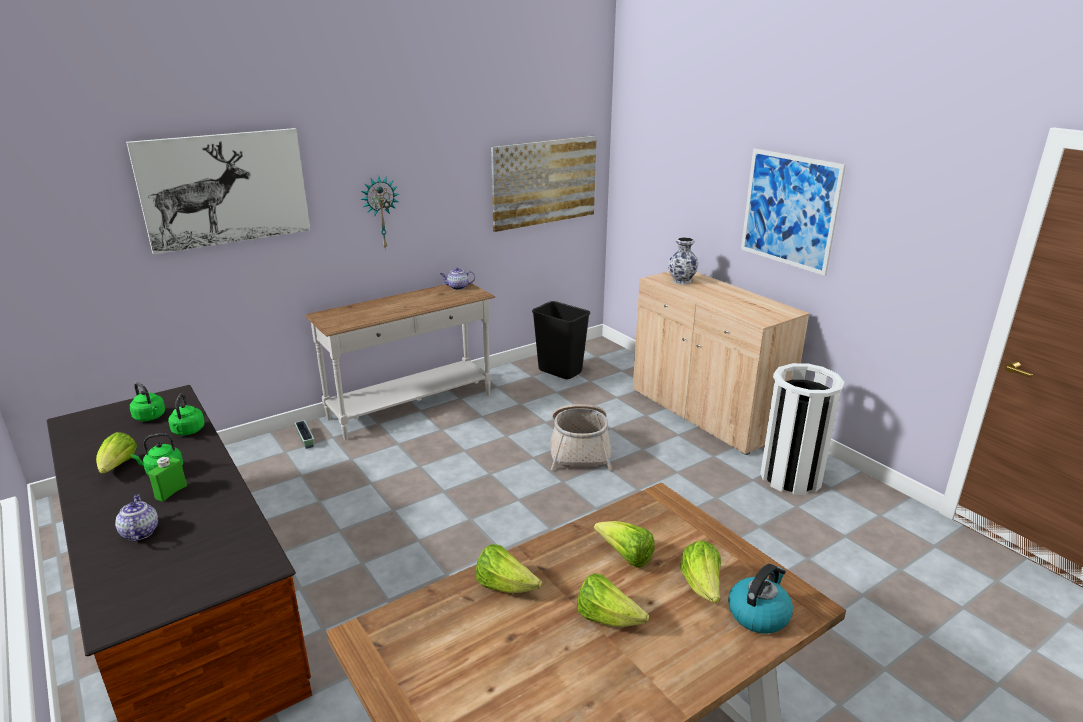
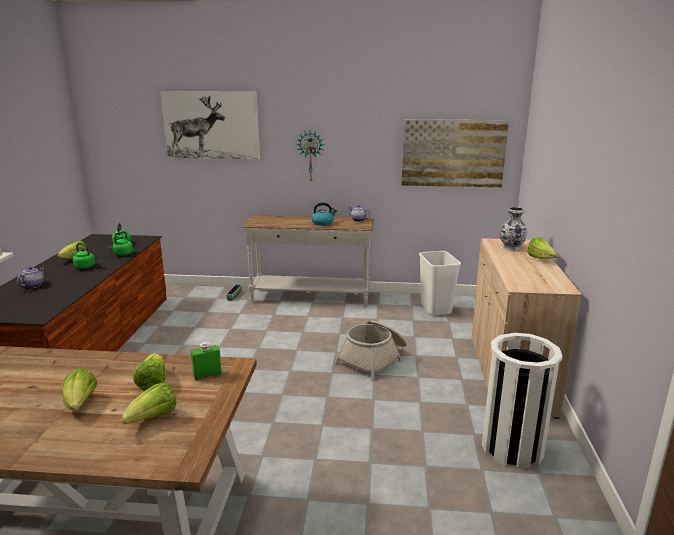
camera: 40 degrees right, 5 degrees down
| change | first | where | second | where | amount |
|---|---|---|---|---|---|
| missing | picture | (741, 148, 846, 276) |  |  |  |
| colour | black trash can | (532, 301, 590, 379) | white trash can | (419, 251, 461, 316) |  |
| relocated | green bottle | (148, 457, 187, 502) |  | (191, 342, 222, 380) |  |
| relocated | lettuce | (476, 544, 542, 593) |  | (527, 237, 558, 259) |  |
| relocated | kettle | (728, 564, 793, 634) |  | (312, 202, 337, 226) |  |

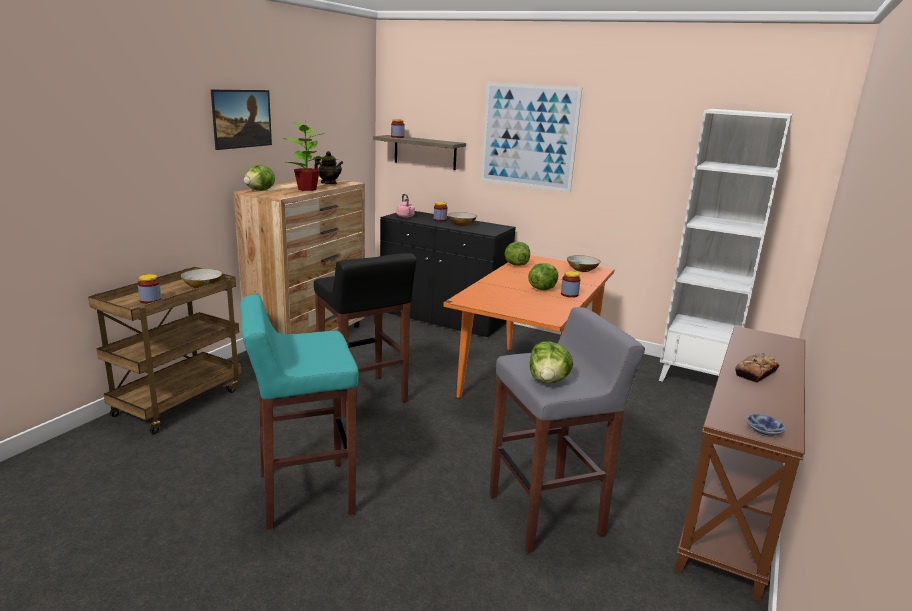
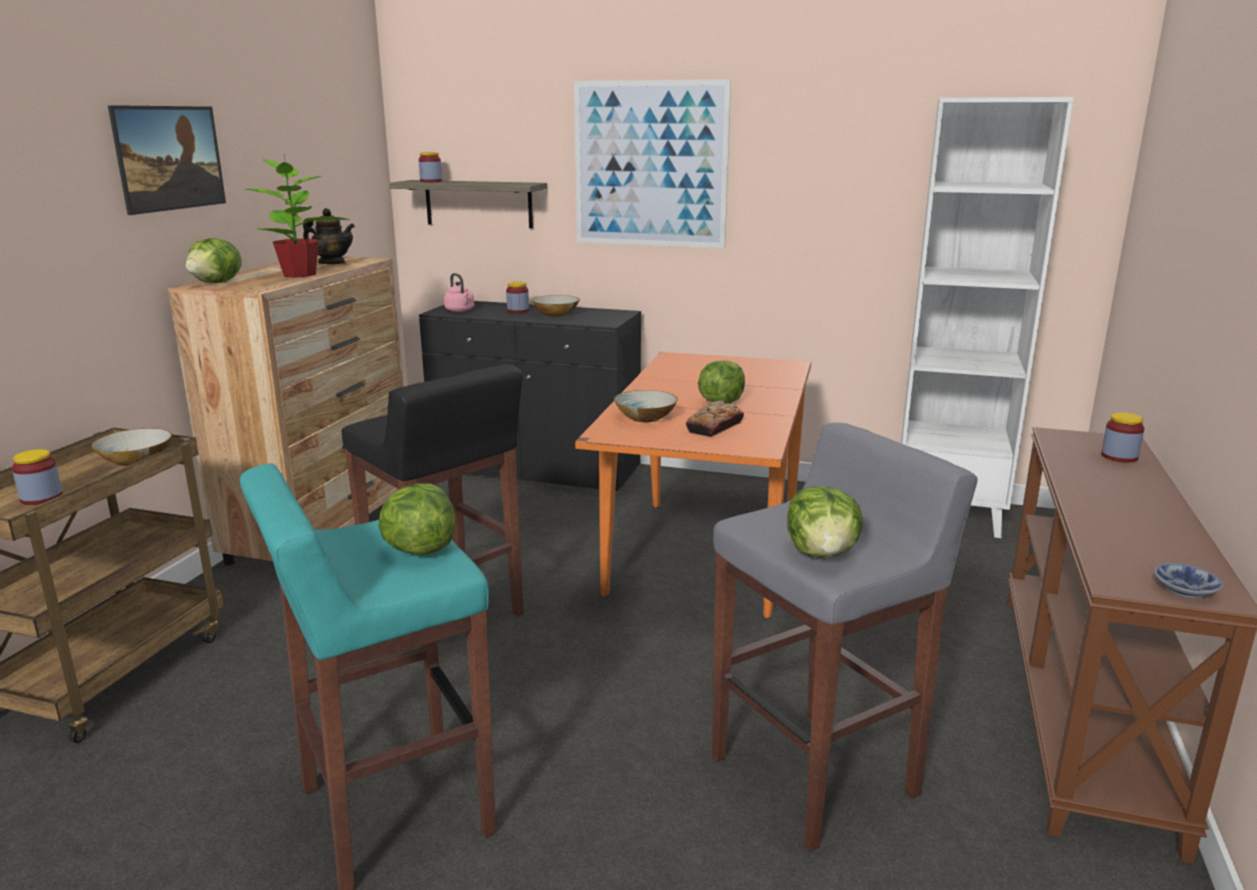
camera: 10 degrees left, 0 degrees up
| change | first | where | second | where | amount |
|---|---|---|---|---|---|
| relocated | lettuce | (505, 242, 530, 266) |  | (378, 483, 455, 555) |  |
| relocated | bowl | (567, 255, 601, 272) |  | (614, 390, 678, 422) |  |
| relocated | jar | (561, 271, 580, 298) |  | (1101, 412, 1145, 463) |  |
| relocated | bread | (735, 353, 779, 383) |  | (686, 400, 744, 437) |  |

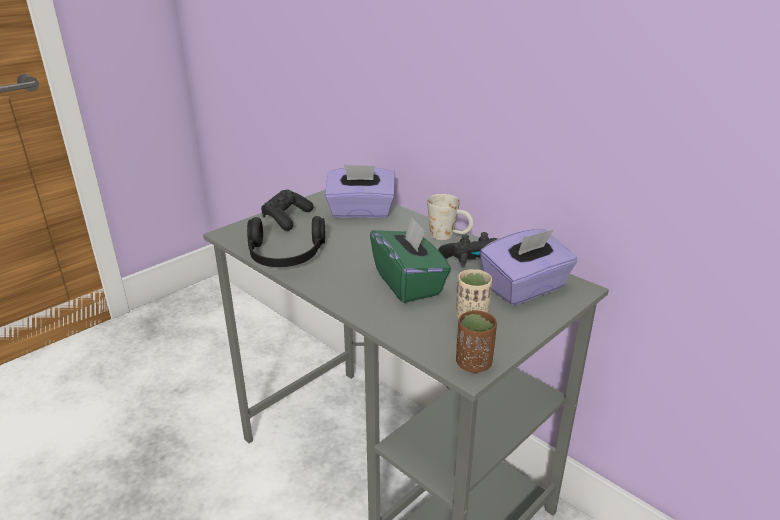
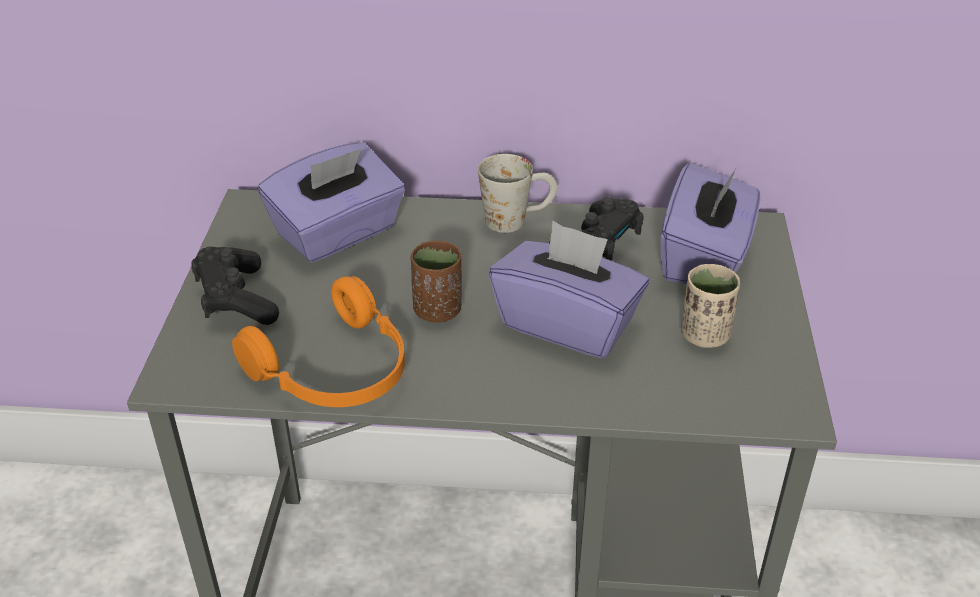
camera: 40 degrees left, 10 degrees up
| change | first | where | second | where | amount |
|---|---|---|---|---|---|
| colour | black headphones | (247, 216, 325, 267) | orange headphones | (232, 276, 405, 407) |  |
| colour | green tissue box | (370, 217, 451, 303) | purple tissue box | (489, 221, 649, 358) |  |
| relocated | brown cup | (456, 310, 497, 373) |  | (411, 241, 462, 323) |  |

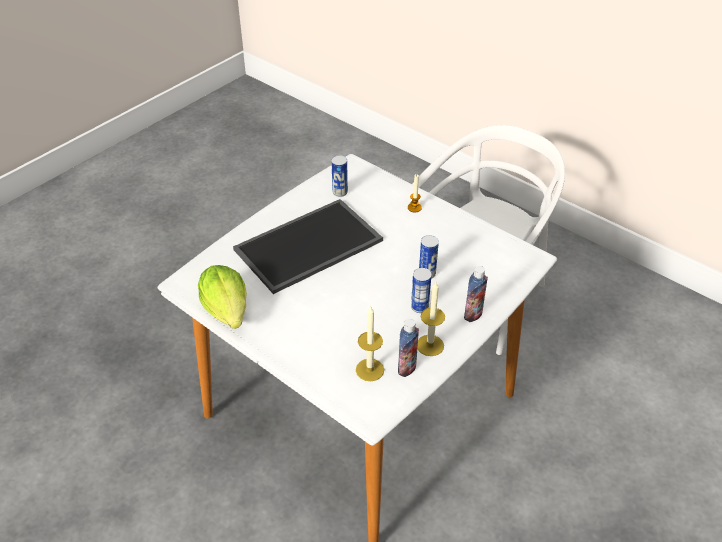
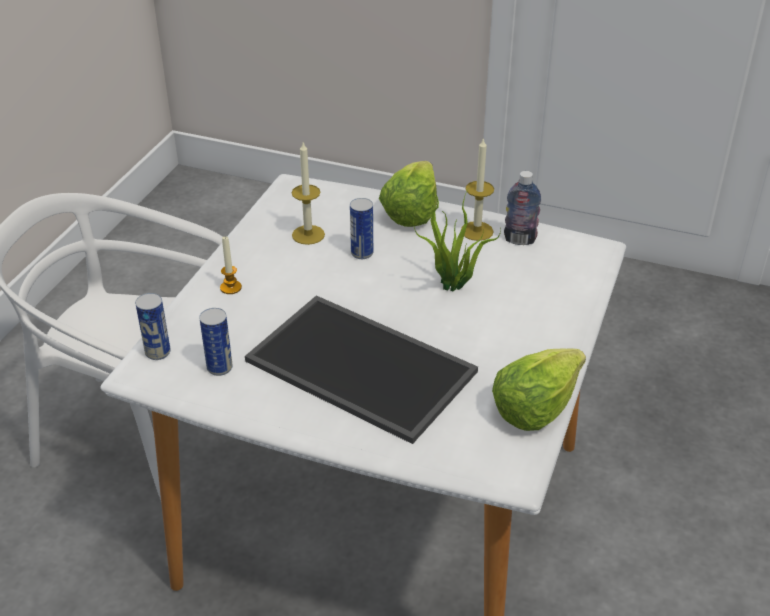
camera: 110 degrees left, 5 degrees down
| change | first | where | second | where | amount |
|---|---|---|---|---|---|
| exchanged | bottle | (464, 266, 488, 322) | lettuce | (379, 161, 437, 227) |  |
| relocated | can | (411, 268, 432, 313) |  | (135, 293, 171, 360) |  |
| relocated | candle | (356, 306, 384, 381) |  | (292, 142, 325, 245) |  |
| appeared |  |  | potted plant | (413, 188, 501, 291) |  |

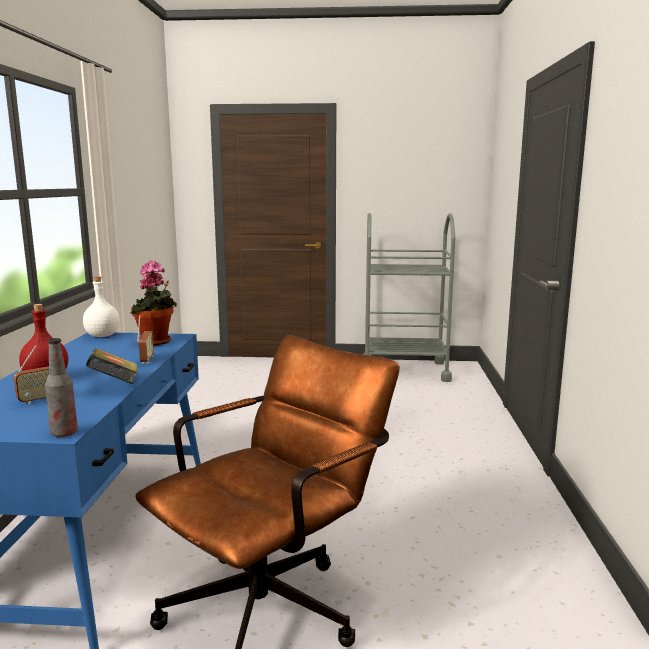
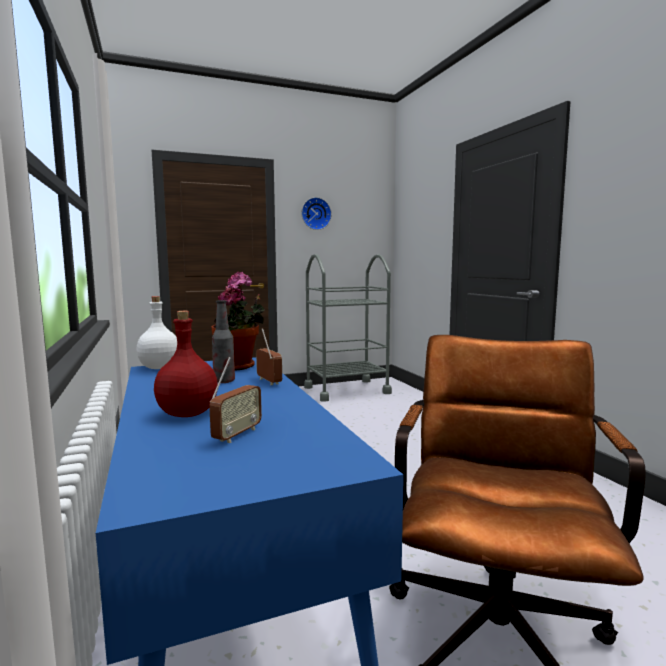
camera: 25 degrees left, 5 degrees down
| change | first | where | second | where | amount |
|---|---|---|---|---|---|
| relocated | bottle | (45, 338, 78, 437) |  | (212, 300, 235, 383) |  |
| missing | book | (86, 349, 138, 384) |  |  |  |
| appeared |  |  | wall clock | (302, 197, 332, 230) |  |

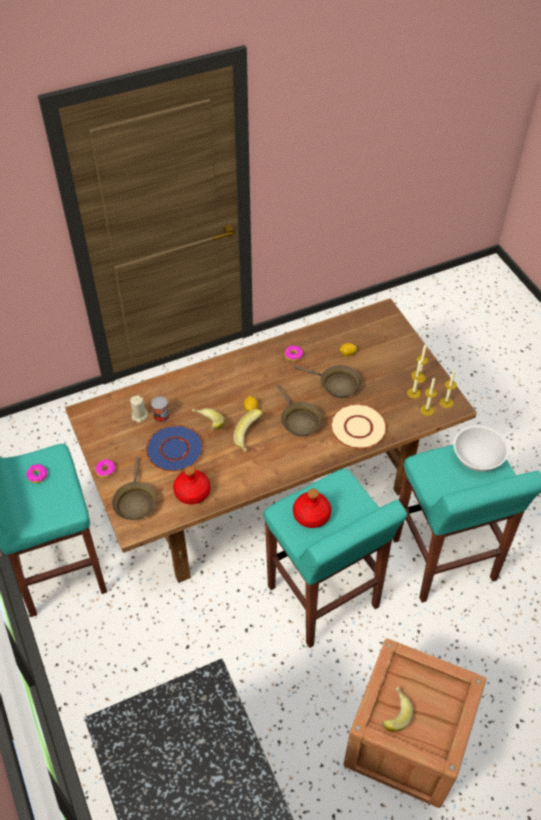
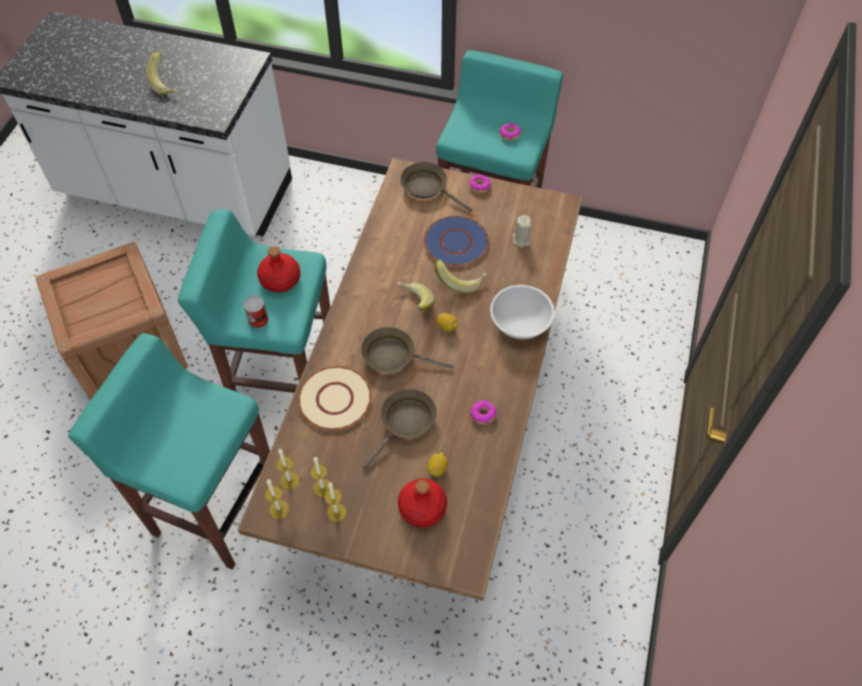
camera: 130 degrees right, 5 degrees up
| change | first | where | second | where | amount |
|---|---|---|---|---|---|
| spun | brown frying pan | (294, 365, 362, 398) |  | (362, 389, 437, 469) | 150 degrees clockwise |
| relocated | can | (151, 396, 170, 423) |  | (243, 295, 268, 328) |  |
| relocated | white bowl | (453, 425, 509, 472) |  | (490, 285, 555, 339) |  |
| relocated | red bottle | (173, 466, 210, 504) |  | (398, 478, 447, 527) |  |
| relocated | banana | (382, 687, 413, 732) |  | (146, 52, 176, 95) |  |

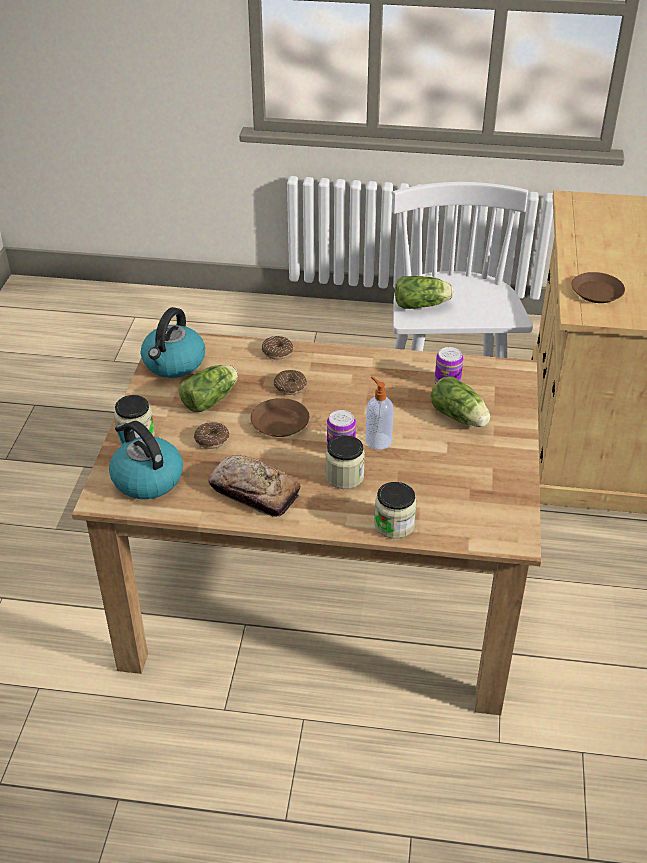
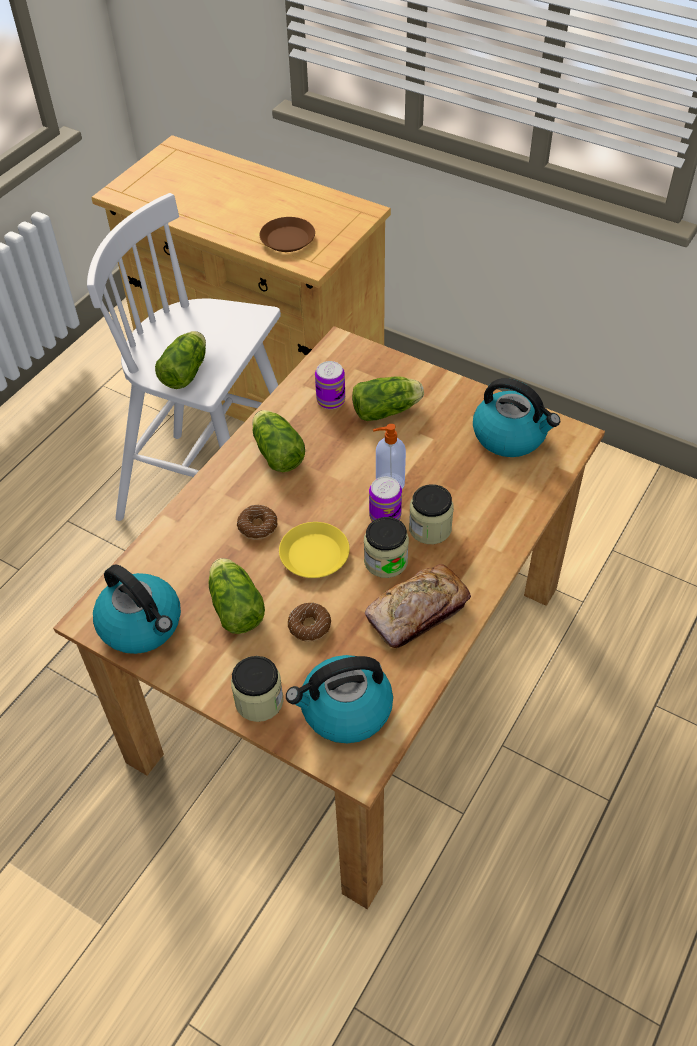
camera: 65 degrees left, 10 degrees up
| change | first | where | second | where | amount |
|---|---|---|---|---|---|
| missing | donut | (262, 336, 293, 360) |  |  |  |
| colour | brown plate | (251, 398, 309, 437) | yellow plate | (279, 522, 350, 578) |  |
| relocated | jar | (374, 482, 417, 539) |  | (364, 517, 409, 578) |  |
| appeared |  |  | kettle | (473, 378, 560, 457) |  |
| appeared |  |  | lettuce | (252, 410, 305, 472) |  |

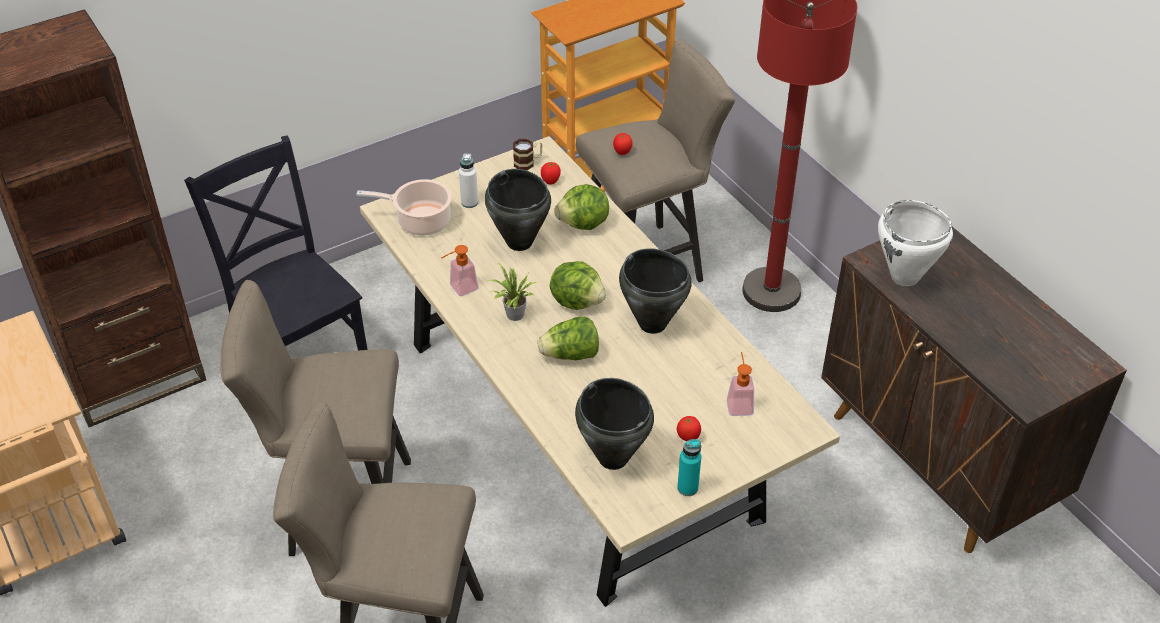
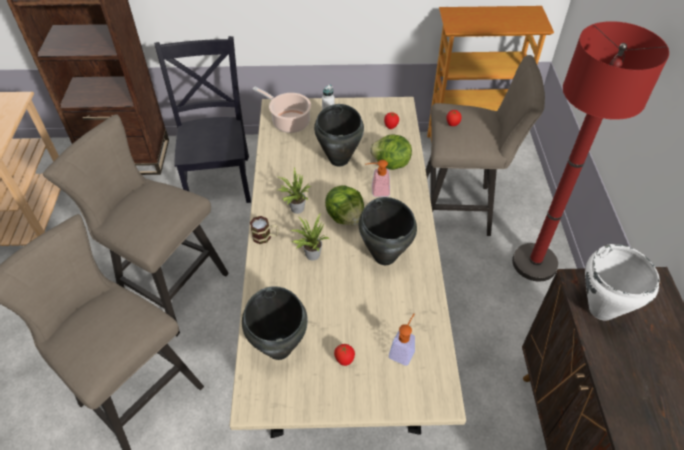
camera: 30 degrees right, 5 degrees up
| change | first | where | second | where | amount |
|---|---|---|---|---|---|
| relocated | mug | (513, 139, 543, 170) |  | (250, 216, 278, 244) |  |
| relocated | soap dispenser | (441, 245, 479, 296) |  | (366, 160, 390, 197) |  |
| exchanged | lettuce | (538, 316, 599, 360) | potted plant | (289, 213, 329, 261) |  |
| missing | turquoise bottle | (677, 439, 701, 496) |  |  |  |

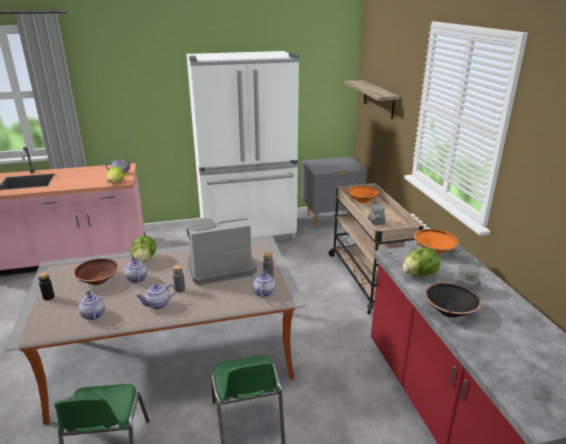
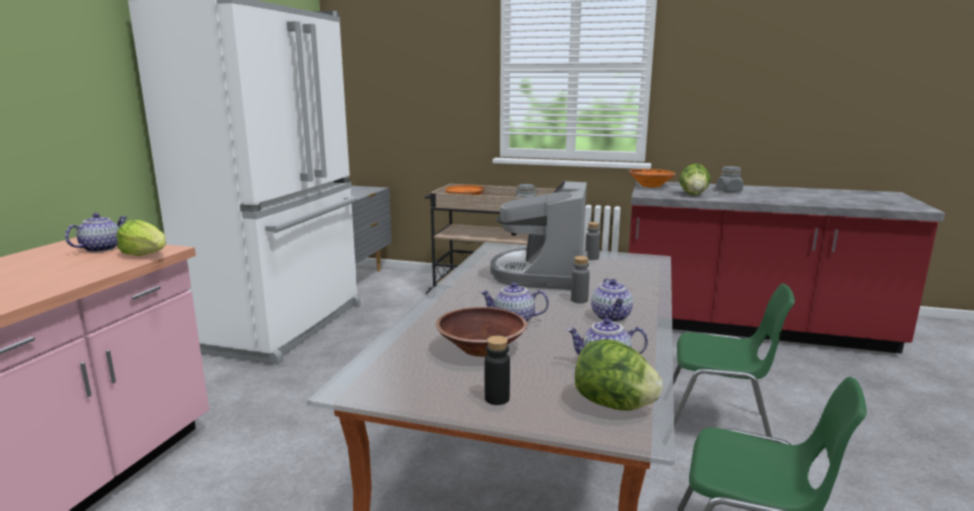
camera: 60 degrees left, 10 degrees down
| change | first | where | second | where | amount |
|---|---|---|---|---|---|
| missing | shelf | (345, 80, 400, 119) |  |  |  |
| relocated | lettuce | (130, 235, 156, 263) |  | (575, 339, 663, 411) |  |
| missing | teapot | (252, 269, 275, 297) |  |  |  |
| missing | black bowl | (425, 283, 481, 318) |  |  |  |

